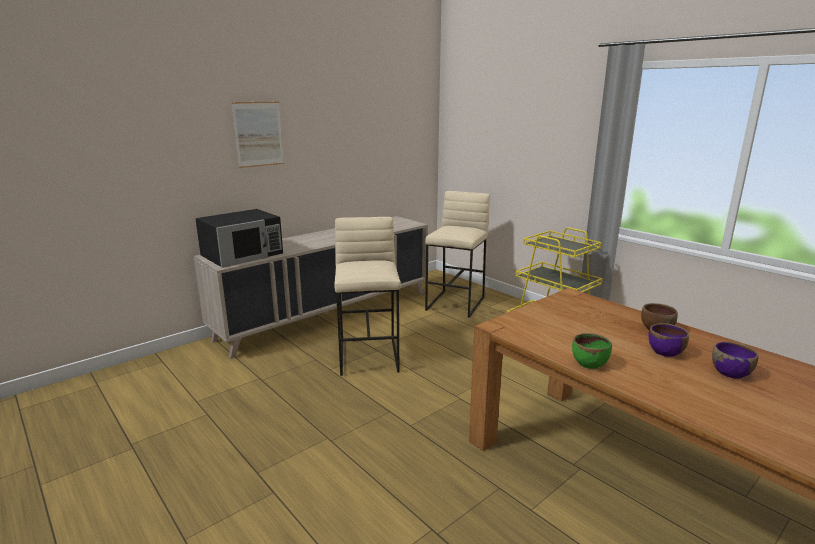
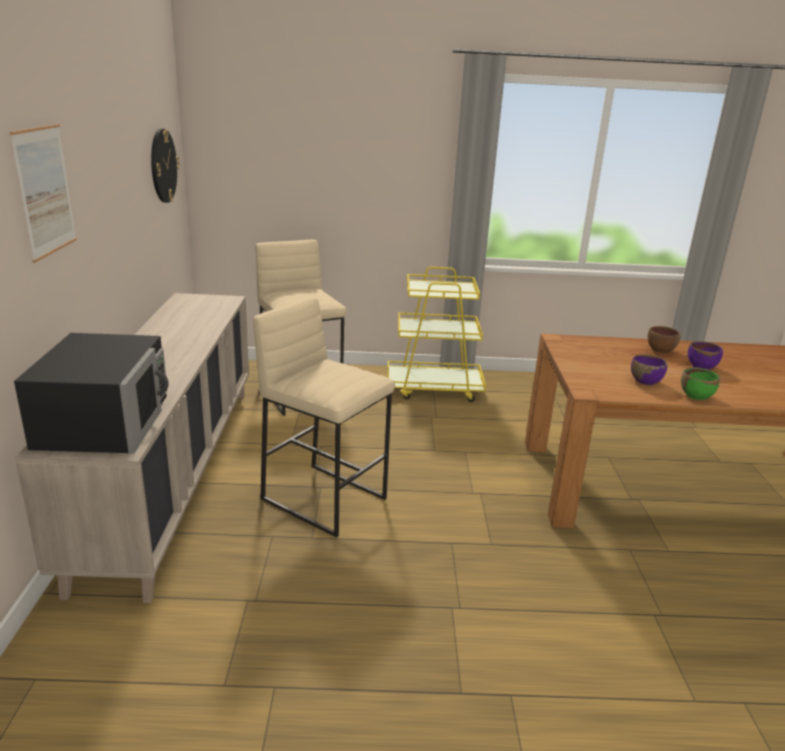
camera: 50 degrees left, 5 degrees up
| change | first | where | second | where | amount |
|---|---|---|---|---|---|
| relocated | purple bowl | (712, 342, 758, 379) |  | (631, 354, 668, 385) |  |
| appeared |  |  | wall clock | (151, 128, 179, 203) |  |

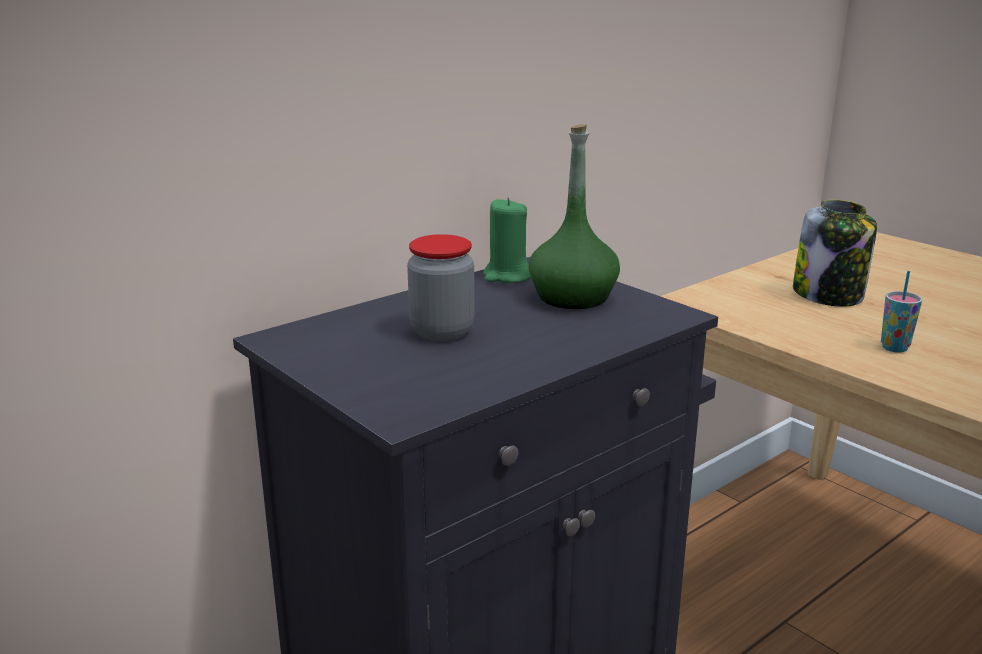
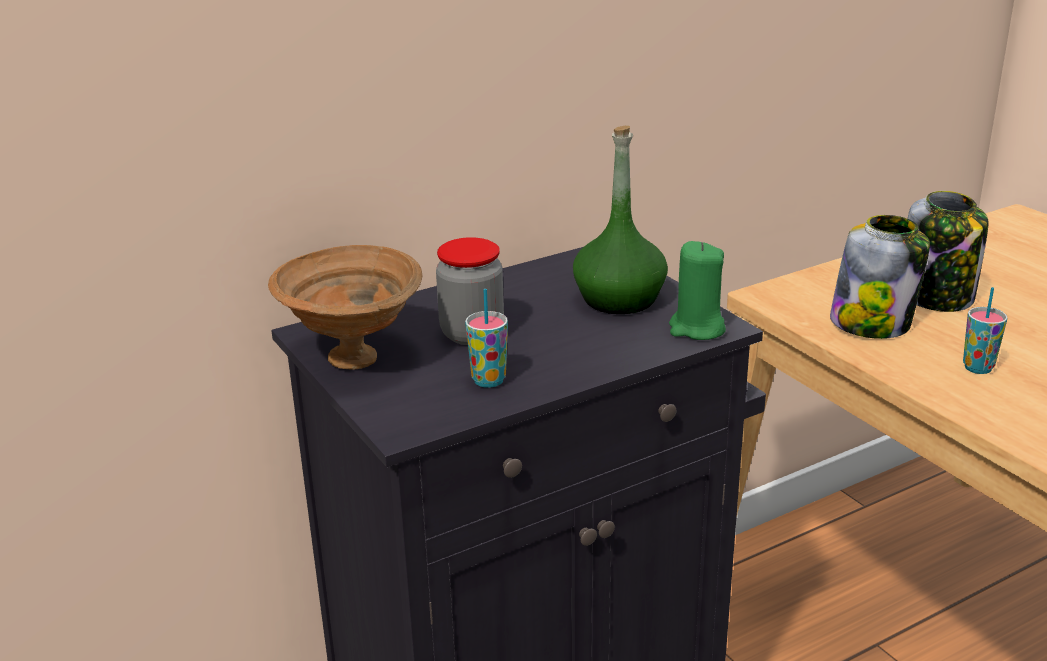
camera: 10 degrees right, 5 degrees up
| change | first | where | second | where | amount |
|---|---|---|---|---|---|
| relocated | green candle | (483, 197, 531, 283) |  | (669, 241, 726, 340) |  |
| appeared |  |  | jar | (830, 215, 930, 339) |  |
| appeared |  |  | brown bowl | (268, 245, 422, 370) |  |
| appeared |  |  | cup | (465, 289, 508, 388) |  |

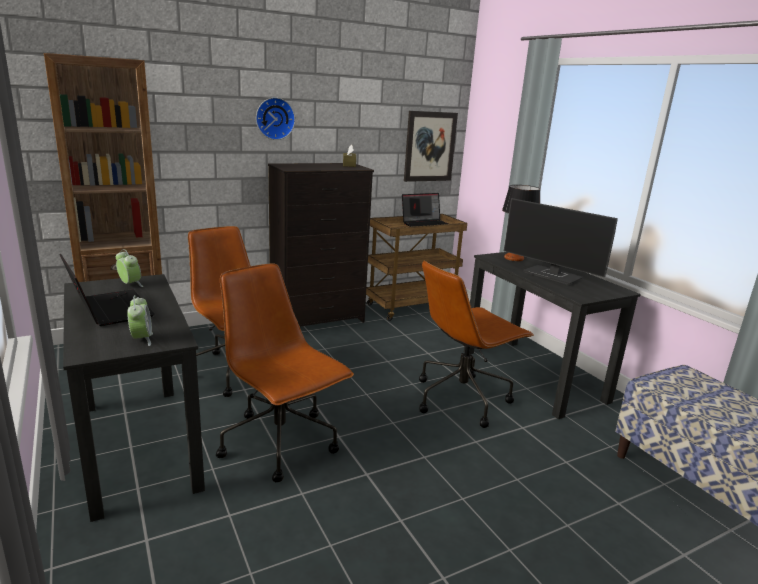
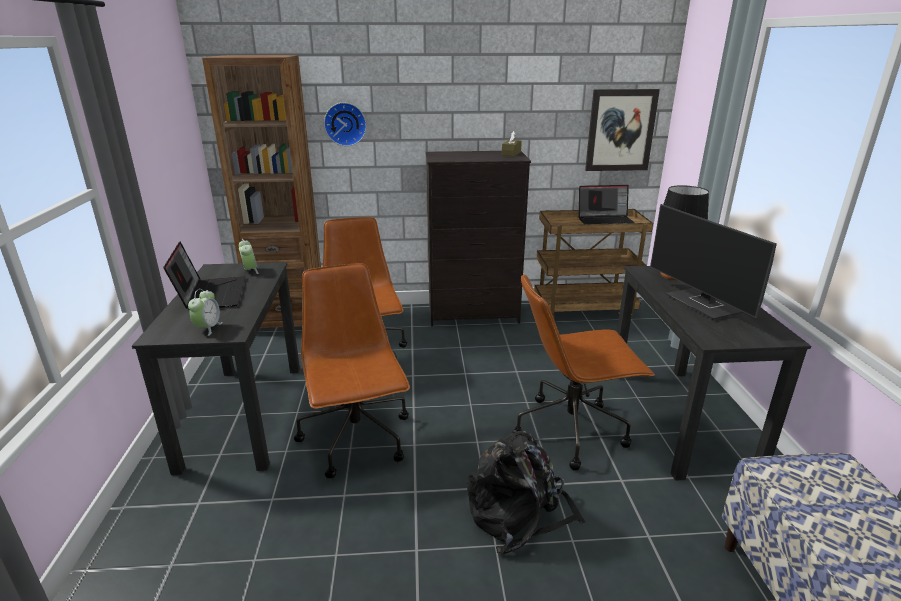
camera: 25 degrees right, 5 degrees up
| change | first | where | second | where | amount |
|---|---|---|---|---|---|
| relocated | wall clock | (256, 97, 295, 140) |  | (324, 102, 367, 146) |  |
| appeared |  |  | black backpack | (467, 430, 585, 554) |  |

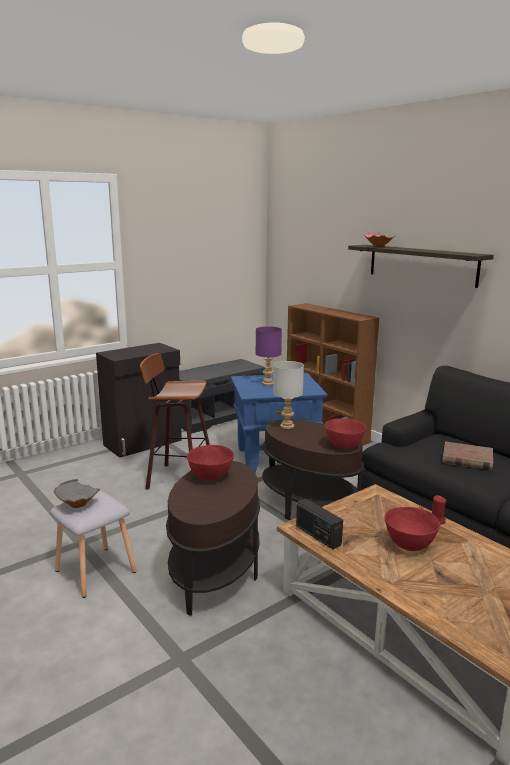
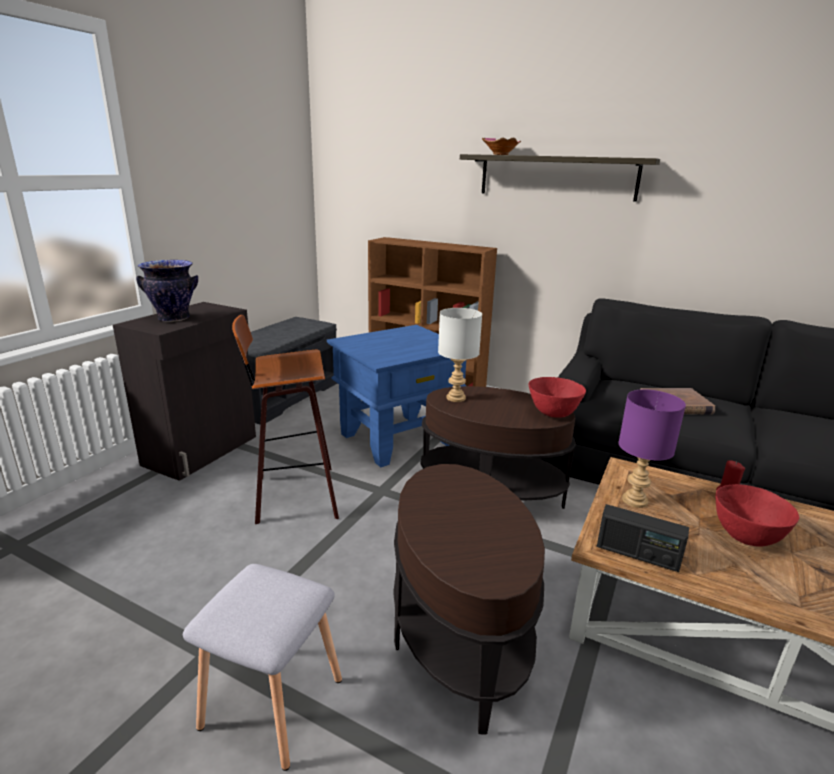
camera: 25 degrees left, 5 degrees up
| change | first | where | second | where | amount |
|---|---|---|---|---|---|
| relocated | purple table lamp | (256, 326, 282, 386) |  | (618, 389, 686, 508) |  |
| missing | red bowl | (187, 445, 234, 481) |  |  |  |
| missing | grey bowl | (54, 479, 100, 508) |  |  |  |
| appeared |  |  | vase | (136, 260, 198, 322) |  |

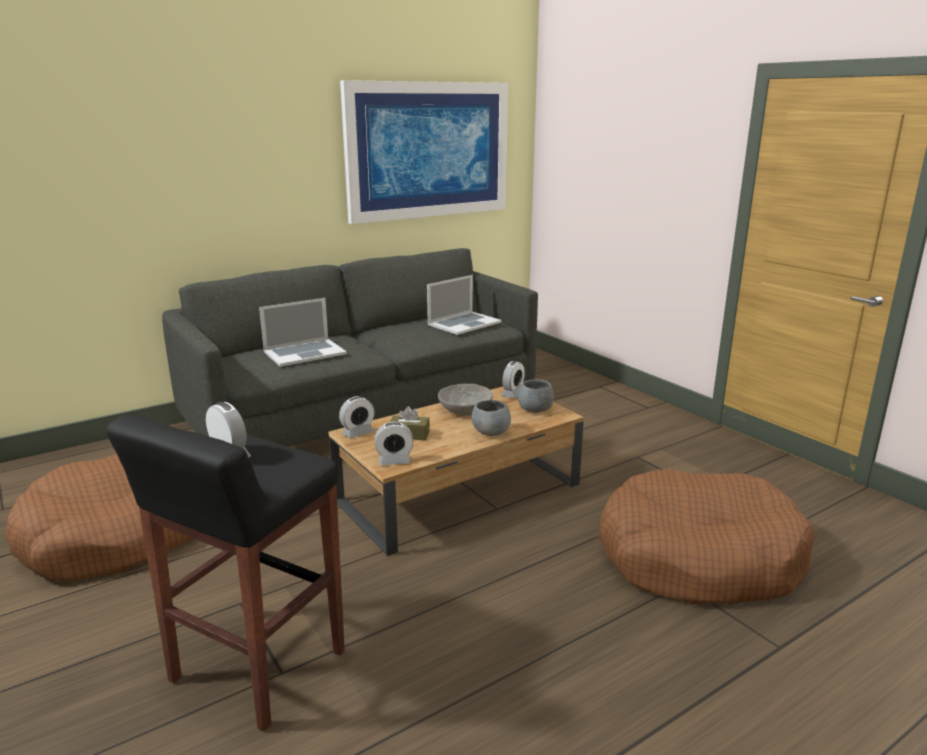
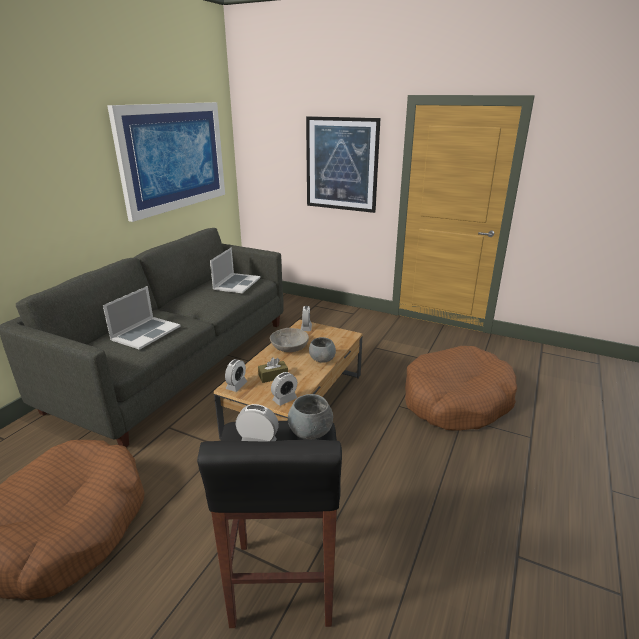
camera: 30 degrees left, 5 degrees up
| change | first | where | second | where | amount |
|---|---|---|---|---|---|
| relocated | grey bowl | (517, 379, 554, 413) |  | (288, 394, 333, 439) |  |
| appeared |  |  | picture | (306, 116, 381, 213) |  |

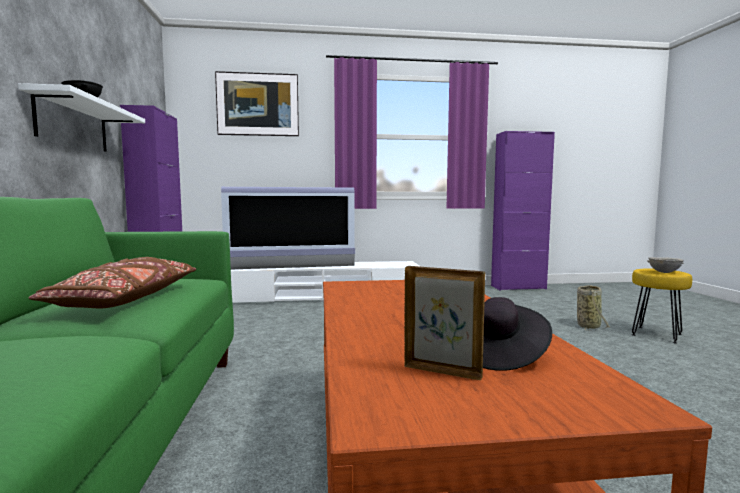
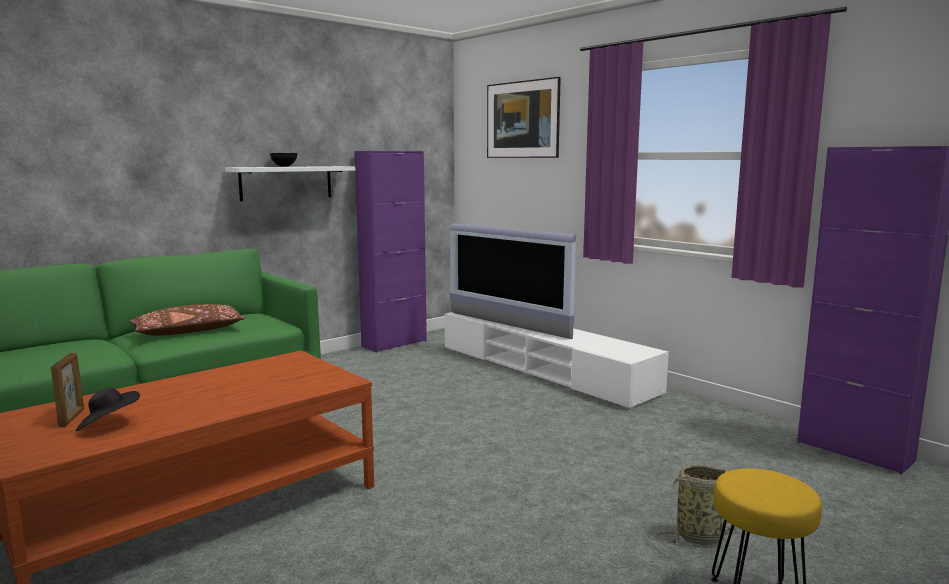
camera: 55 degrees right, 5 degrees up
| change | first | where | second | where | amount |
|---|---|---|---|---|---|
| missing | grey bowl | (647, 257, 684, 273) |  |  |  |

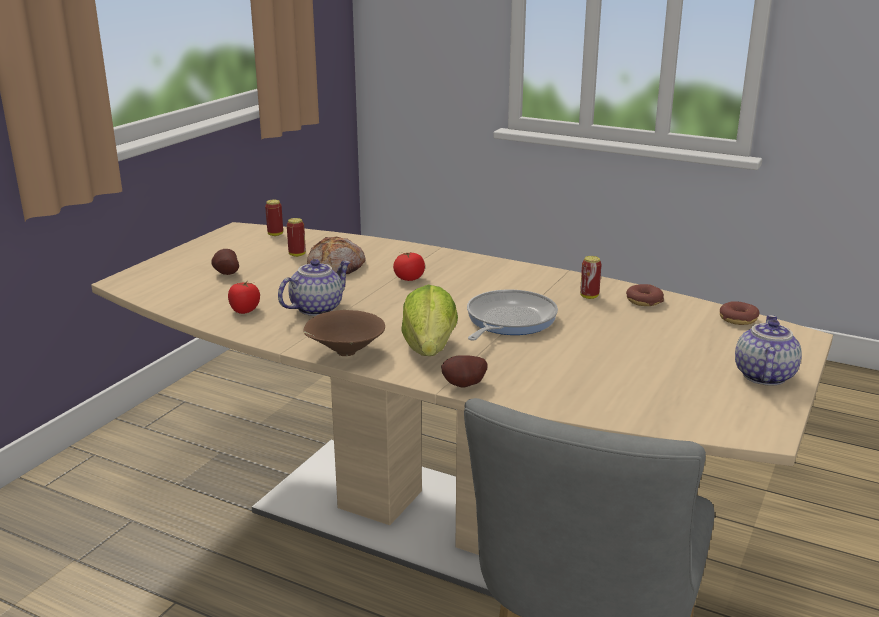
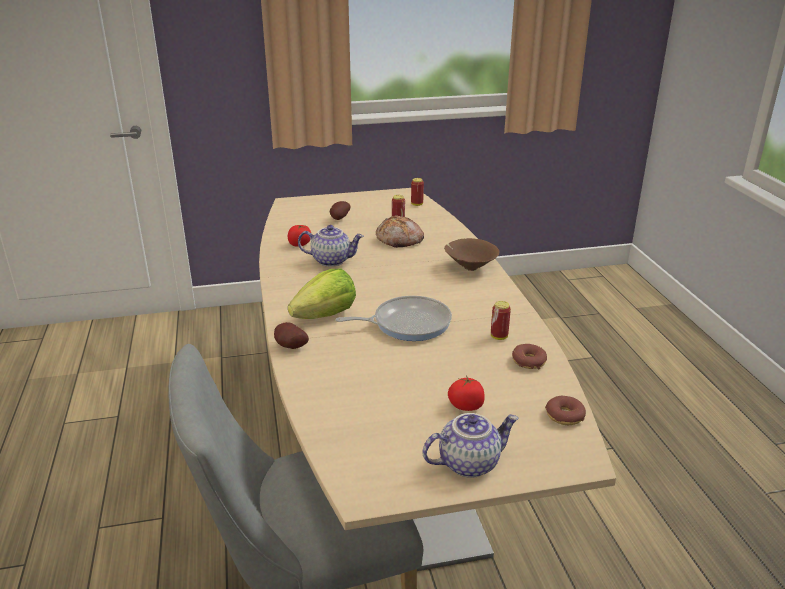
camera: 50 degrees right, 5 degrees up
| change | first | where | second | where | amount |
|---|---|---|---|---|---|
| relocated | tomato | (393, 252, 425, 281) |  | (448, 375, 485, 411) |  |
| relocated | brown bowl | (303, 310, 385, 356) |  | (444, 238, 500, 271) |  |

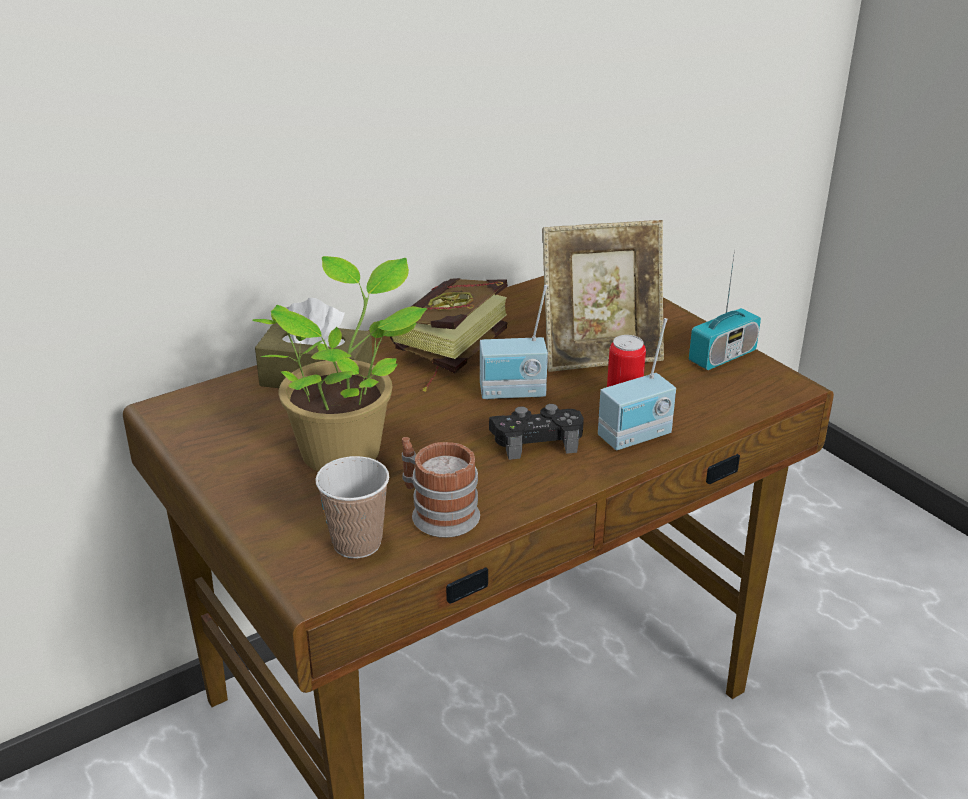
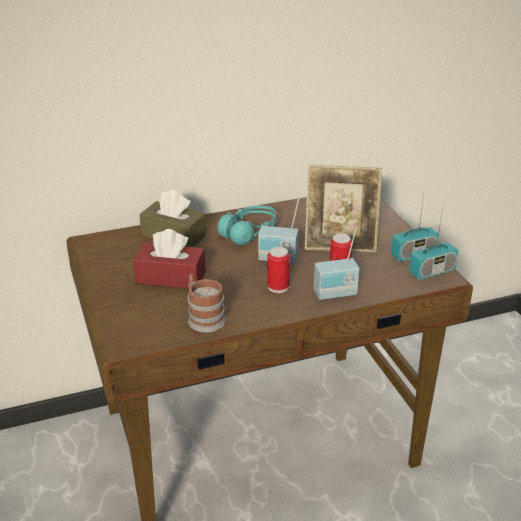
camera: 15 degrees right, 0 degrees up
| change | first | where | second | where | amount |
|---|---|---|---|---|---|
| exchanged | potted plant | (252, 256, 428, 471) | red tissue box | (133, 229, 205, 289) |  |
| exchanged | book | (390, 278, 508, 392) | turquoise headphones | (218, 206, 276, 245) |  |
| exchanged | black game controller | (489, 404, 584, 460) | can | (267, 247, 290, 293) |  |
| missing | cup | (315, 456, 389, 558) |  |  |  |
| appeared |  |  | radio | (409, 206, 458, 280) |  |

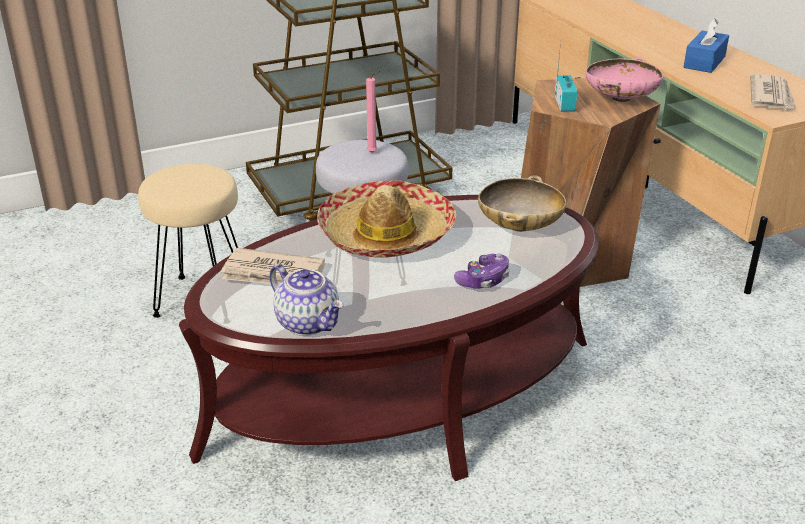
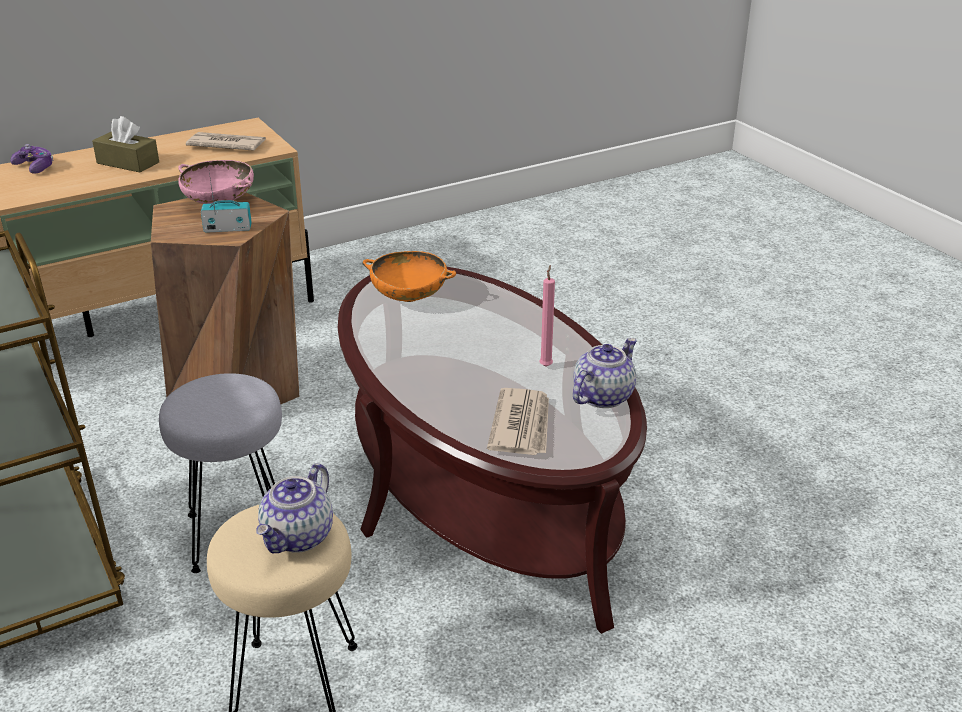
camera: 95 degrees left, 0 degrees up
| change | first | where | second | where | amount |
|---|---|---|---|---|---|
| colour | blue tissue box | (684, 18, 729, 73) | brown tissue box | (92, 116, 159, 172) |  |
| relocated | pink candle | (366, 71, 380, 153) |  | (540, 265, 555, 367) |  |
| colour | beige bowl | (478, 175, 566, 232) | orange bowl | (362, 251, 456, 302) |  |
| missing | hat | (317, 180, 456, 257) |  |  |  |
| relocated | game controller | (454, 254, 509, 289) |  | (10, 144, 54, 174) |  |
| appeared |  |  | teapot | (257, 463, 333, 553) |  |

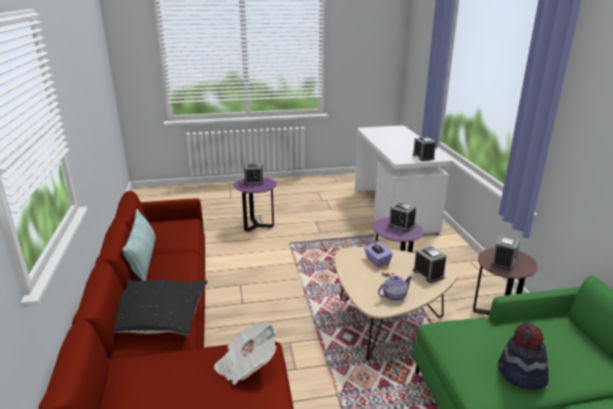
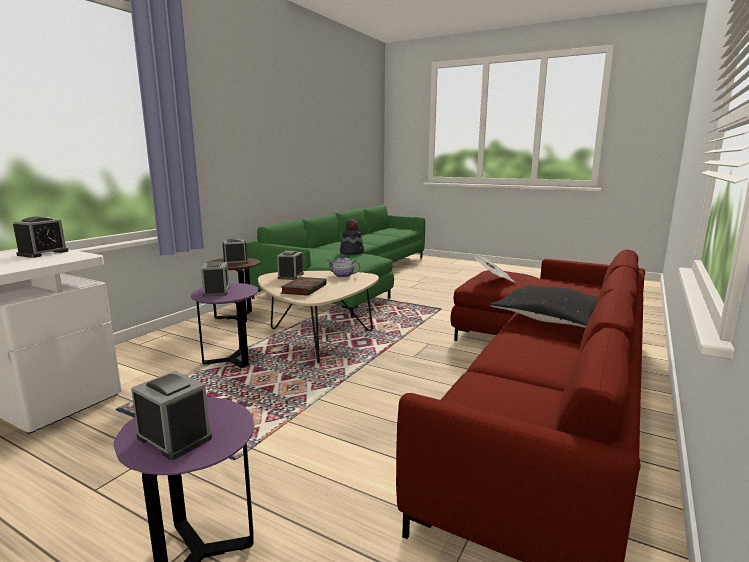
camera: 140 degrees left, 10 degrees down
| change | first | where | second | where | amount |
|---|---|---|---|---|---|
| missing | pillow | (122, 209, 156, 281) |  |  |  |
| exchanged | purple tissue box | (364, 241, 392, 267) | book | (281, 277, 327, 296) |  |

